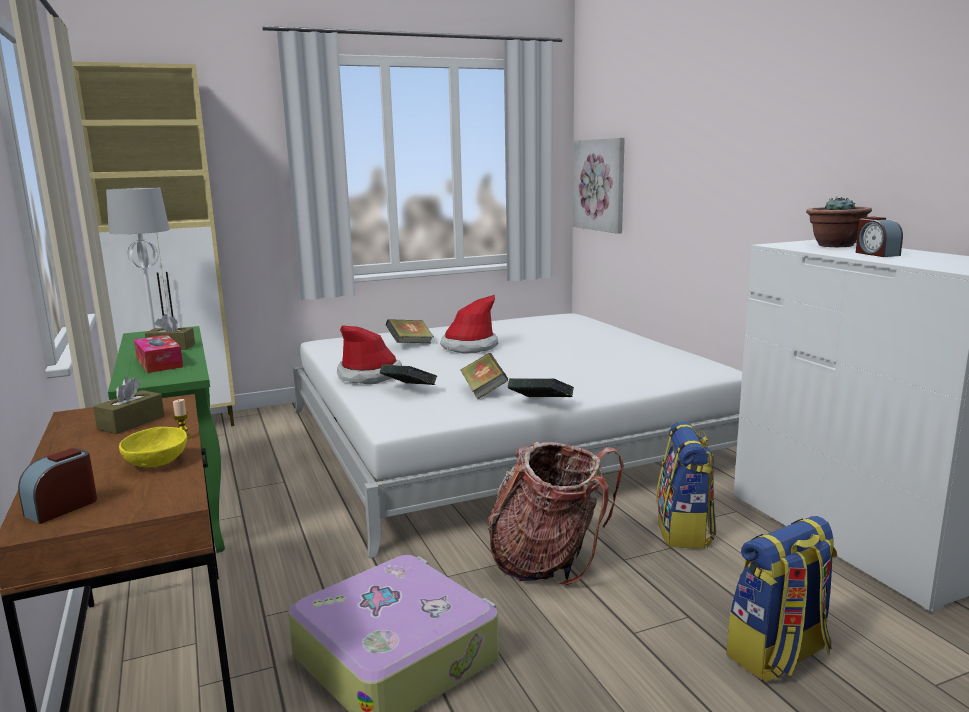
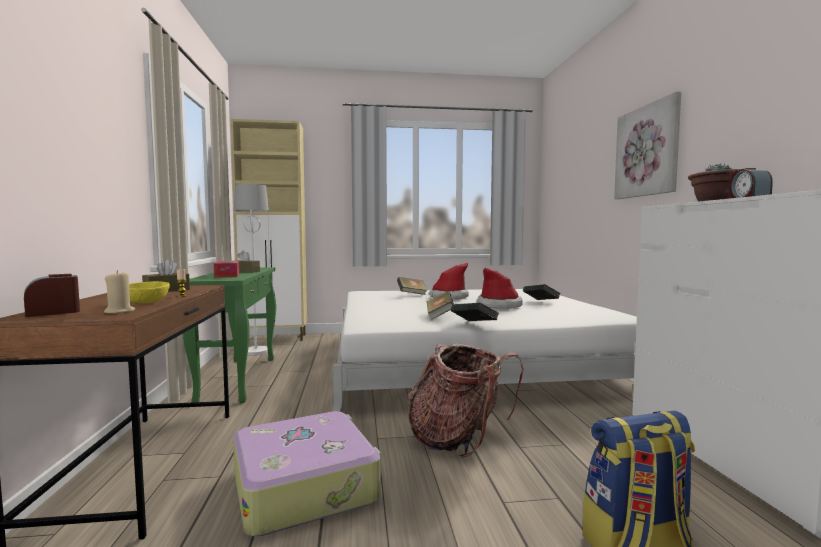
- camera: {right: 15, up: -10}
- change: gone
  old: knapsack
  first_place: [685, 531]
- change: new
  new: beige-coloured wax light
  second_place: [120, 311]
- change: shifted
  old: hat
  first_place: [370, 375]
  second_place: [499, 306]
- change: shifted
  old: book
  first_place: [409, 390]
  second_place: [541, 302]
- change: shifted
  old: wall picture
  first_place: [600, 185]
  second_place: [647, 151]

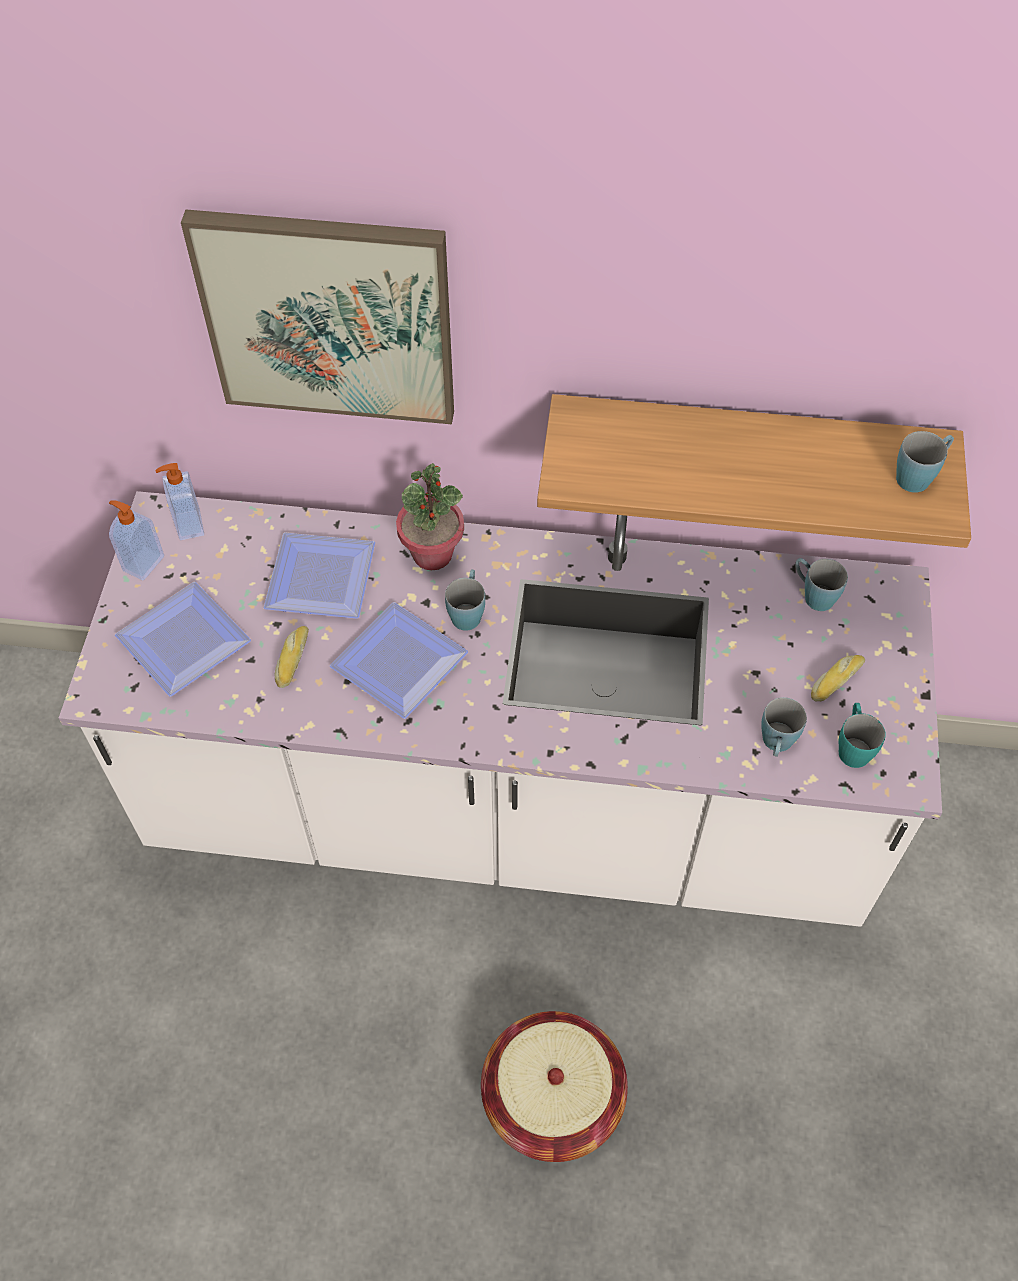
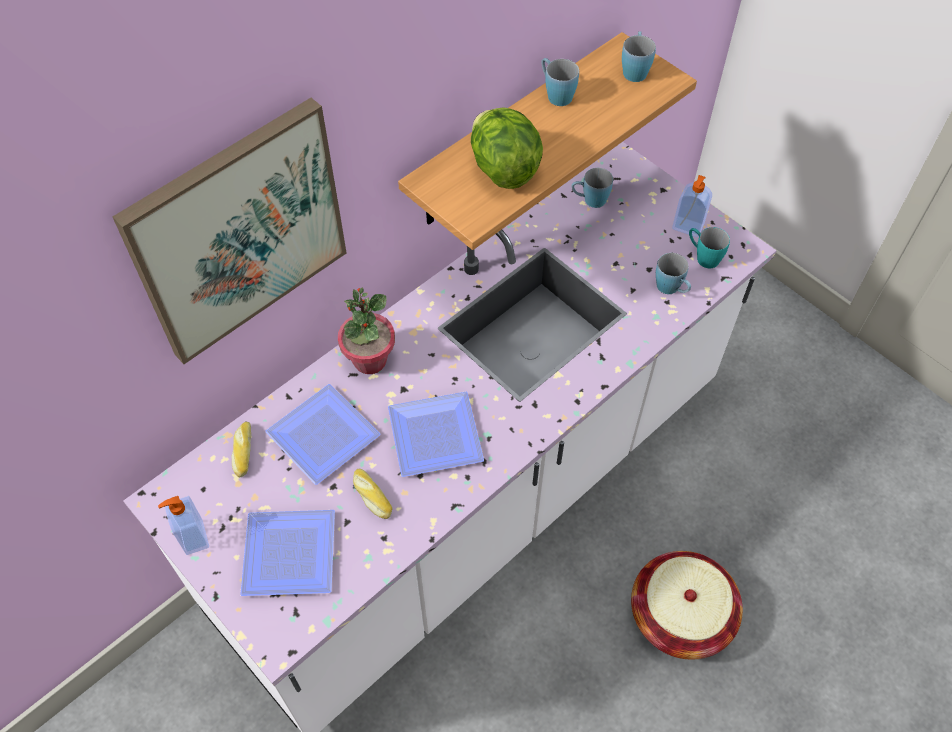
- camera: {right: -50, up: 0}
- change: new
  new: head of lettuce
  second_place: [503, 168]
- change: shifted
  old: liquid soap bottle
  first_place: [188, 525]
  second_place: [687, 227]
- change: shifted
  old: bluish tea mug
  first_place: [467, 611]
  second_place: [555, 94]
- change: shifted
  old: baked bread
  first_place: [835, 680]
  second_place: [242, 451]

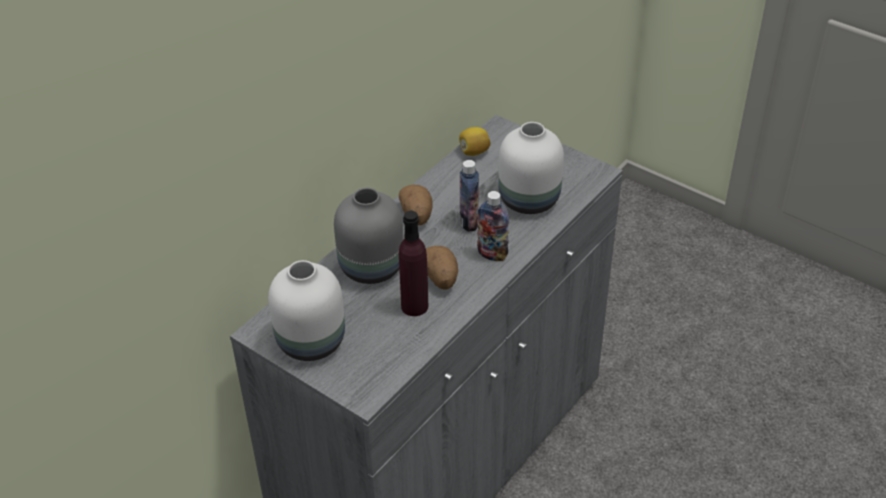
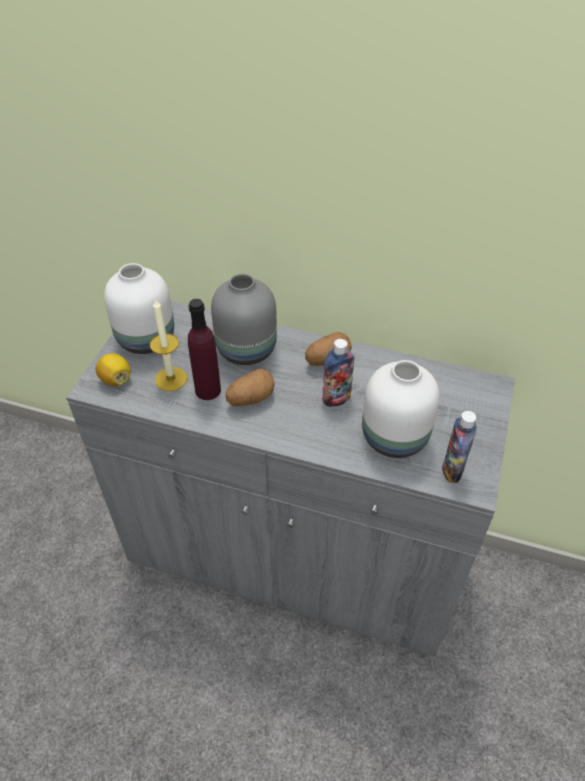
- camera: {right: 70, up: 5}
- change: new
  new: wax light
  second_place: [171, 379]
- change: shifted
  old: citrus fruit
  first_place: [474, 152]
  second_place: [116, 379]
- change: shifted
  old: bottle
  first_place: [492, 254]
  second_place: [452, 470]

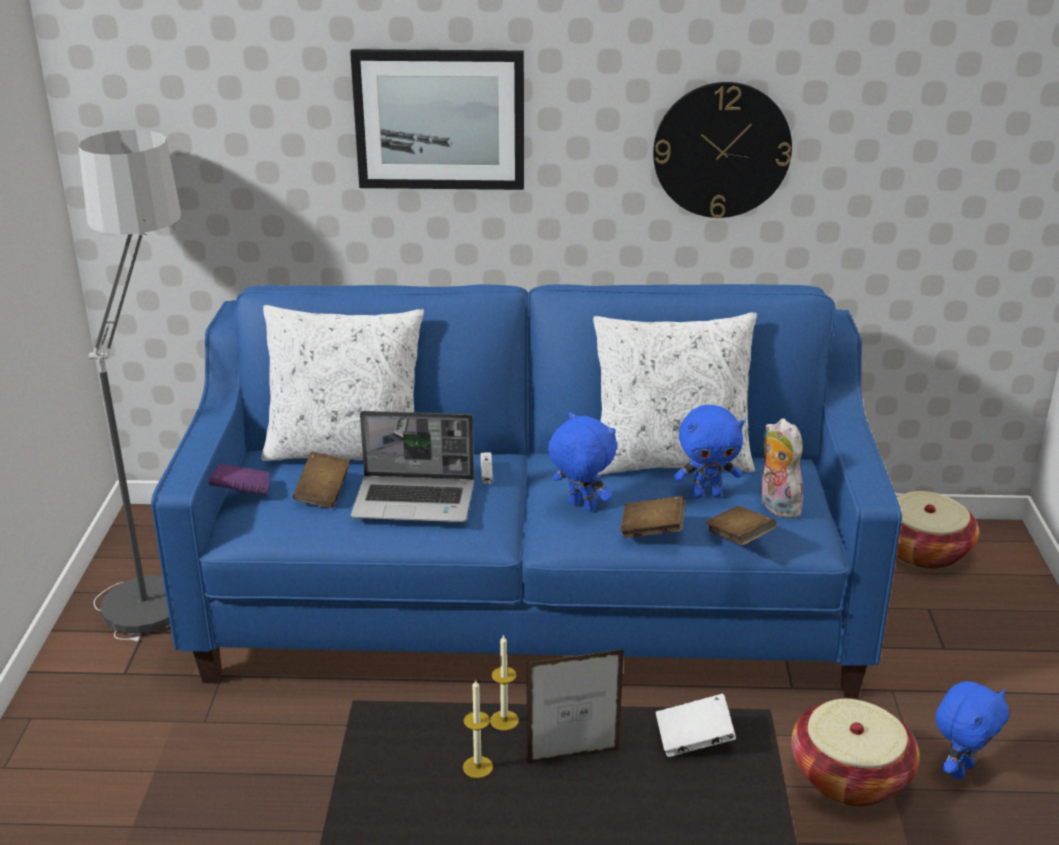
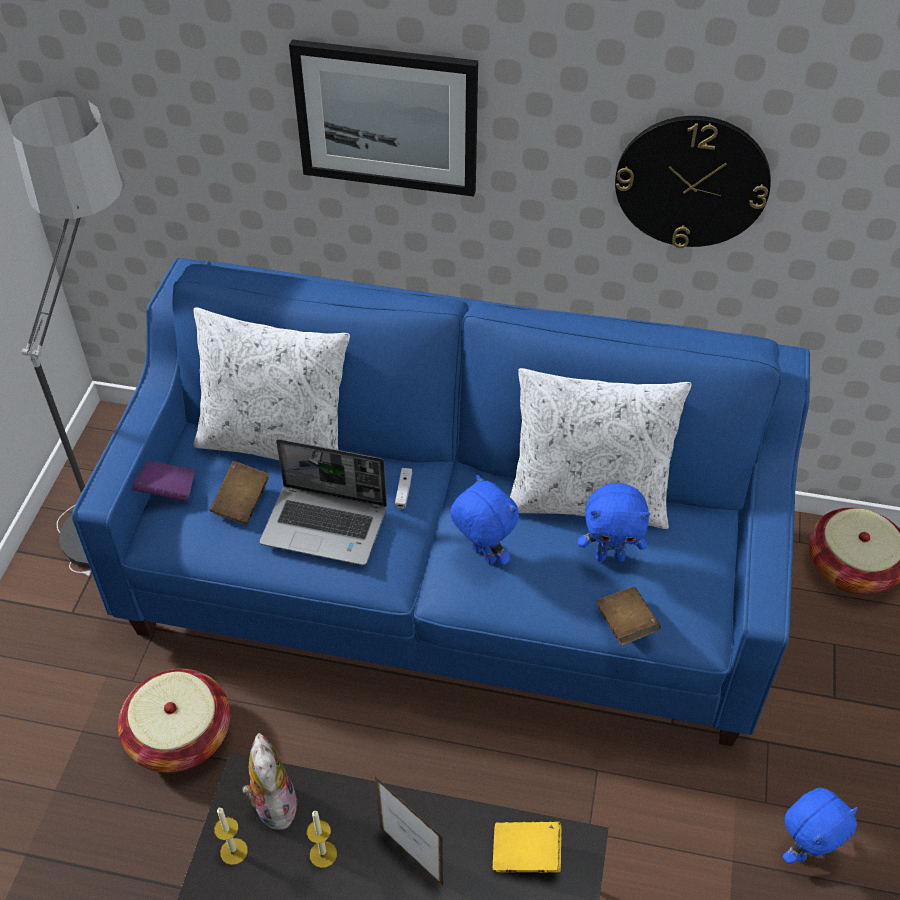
- camera: {right: 10, up: 20}
- change: gone
  old: brown book
  first_place: [652, 531]
- change: shifted
  old: wax light
  first_place: [504, 720]
  second_place: [234, 851]
- change: shifted
  old: plush toy
  first_place: [775, 506]
  second_place: [272, 804]
- change: shifted
  old: household basket
  first_place: [850, 777]
  second_place: [180, 735]
- change: repainted
  old: white-coloured book
  new: yellow book
  first_place: [694, 740]
  second_place: [526, 854]
- change: rotated
  old: photo frame
  first_place: [573, 757]
  second_place: [411, 856]
  degrees: 45

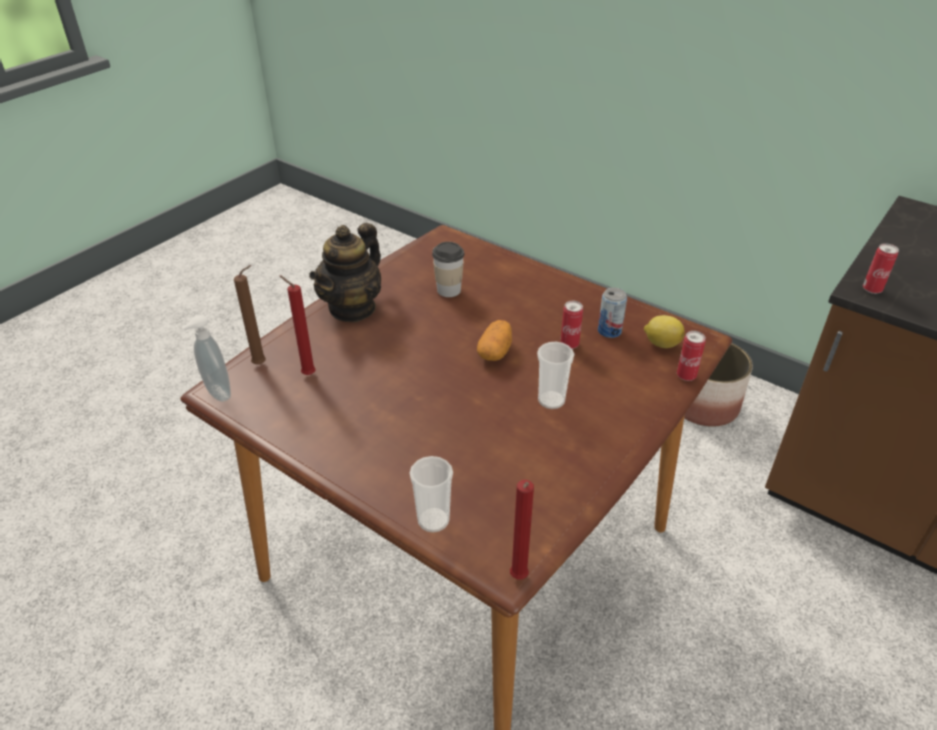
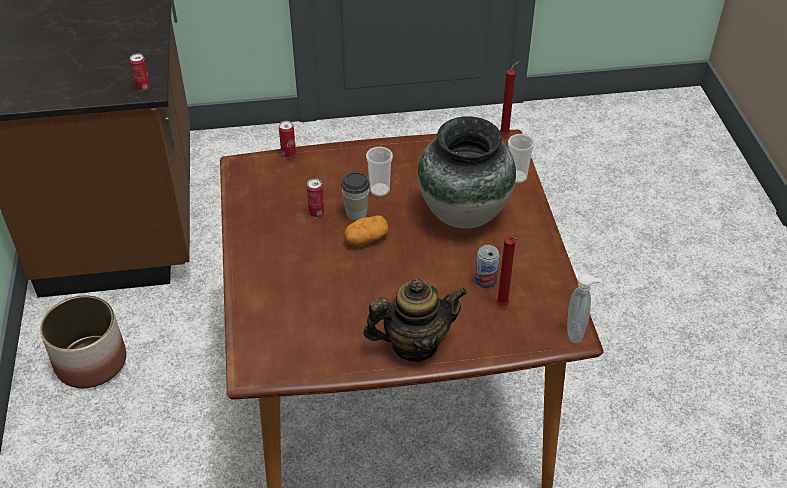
- camera: {right: -135, up: 5}
- change: gone
  old: brown wax light
  first_place: [262, 364]
- change: gone
  old: citrus fruit
  first_place: [661, 343]
- change: new
  new: decorative vase
  second_place: [463, 214]
- change: shifted
  old: small cup
  first_place: [449, 290]
  second_place: [356, 213]
- change: shifted
  old: can
  first_place: [609, 331]
  second_place: [485, 280]

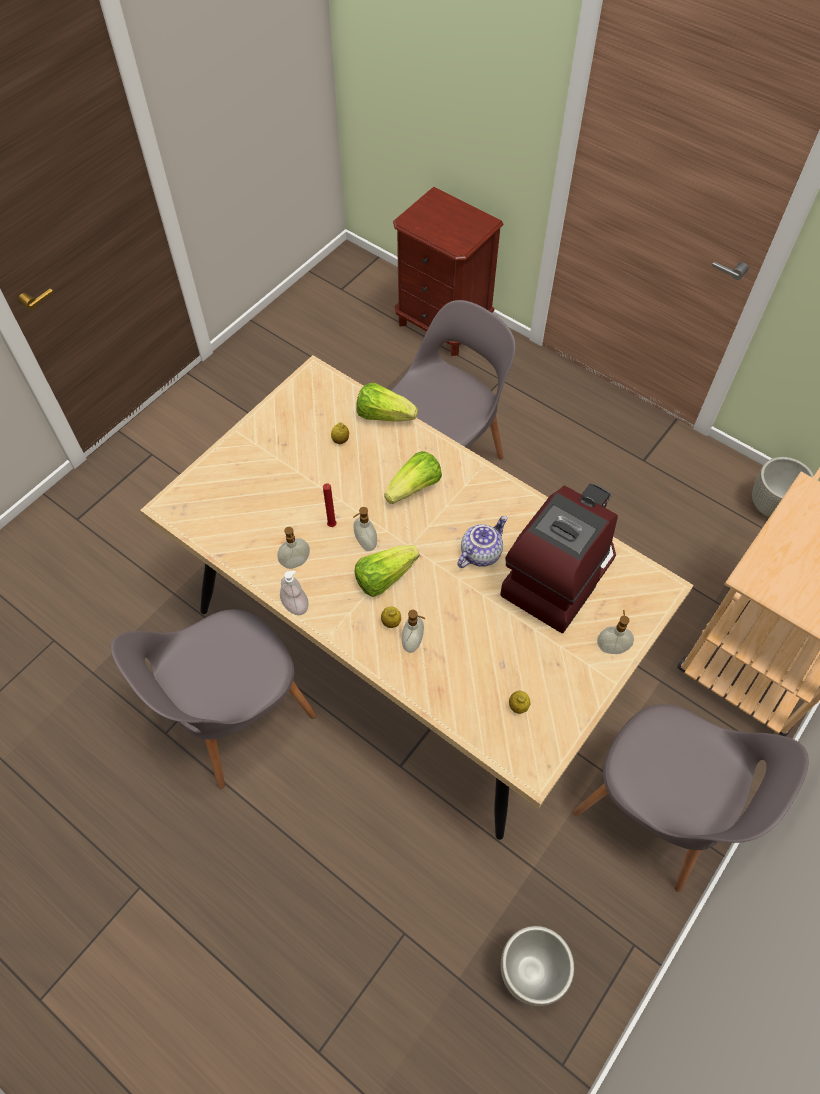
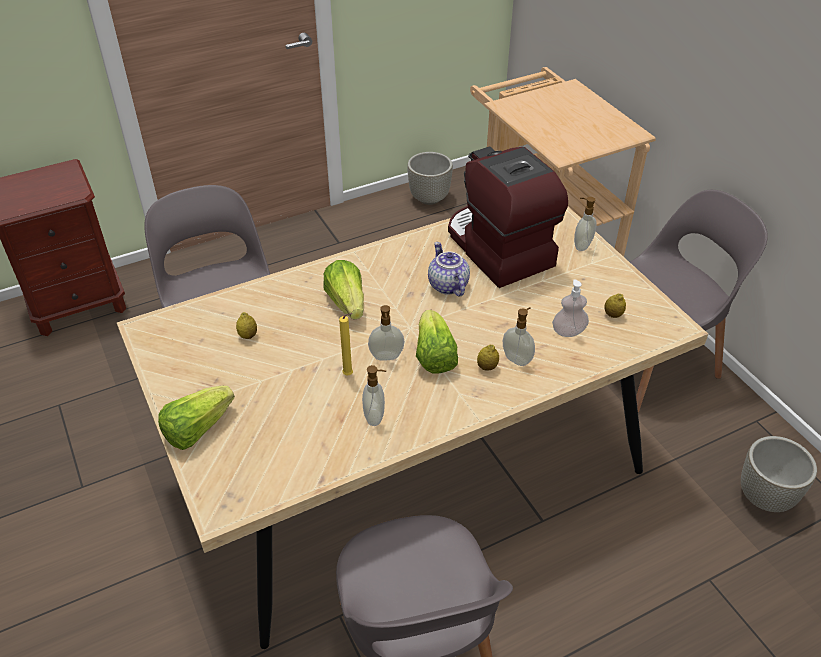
- camera: {right: -65, up: -15}
- change: shifted
  old: liquid soap bottle
  first_place: [295, 605]
  second_place: [568, 331]
- change: shifted
  old: head of lettuce
  first_place: [384, 415]
  second_place: [197, 429]
- change: repainted
  old: red wax light
  new: yellow wax light
  first_place: [332, 526]
  second_place: [349, 375]

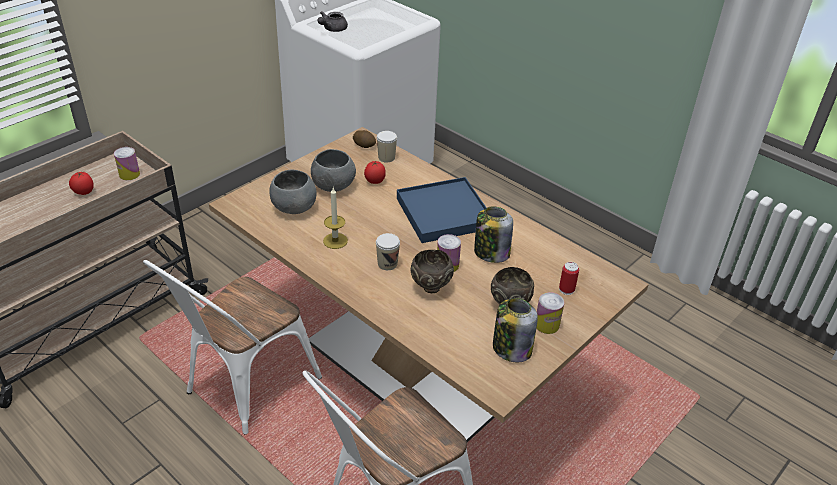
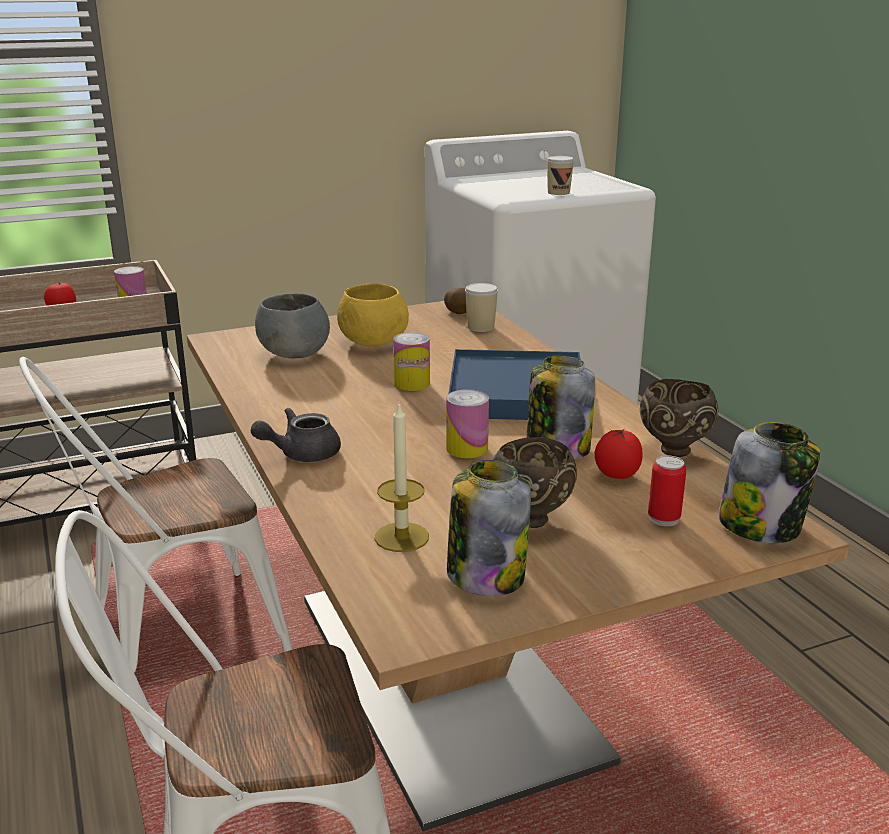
- camera: {right: 25, up: -15}
- change: new
  new: jar
  second_place: [761, 526]
- change: shifted
  old: grey pot for tea
  first_place: [332, 29]
  second_place: [301, 454]
- change: shifted
  old: wax light
  first_place: [335, 241]
  second_place: [401, 537]
- change: shifted
  old: fresh tomato
  first_place: [374, 181]
  second_place: [616, 475]
- change: shifted
  old: small cup
  first_place: [387, 264]
  second_place: [558, 192]
- change: shifted
  old: brown deep dish
  first_place: [430, 288]
  second_place: [673, 451]
- change: shifted
  old: can
  first_place: [547, 325]
  second_place: [412, 383]
- change: repainted
  old: grey deep dish
  new: yellow deep dish
  first_place: [333, 186]
  second_place: [373, 342]

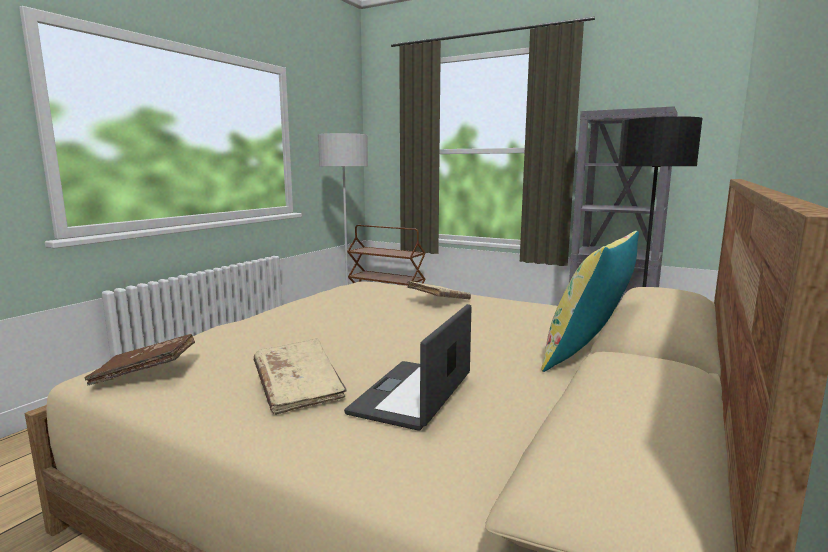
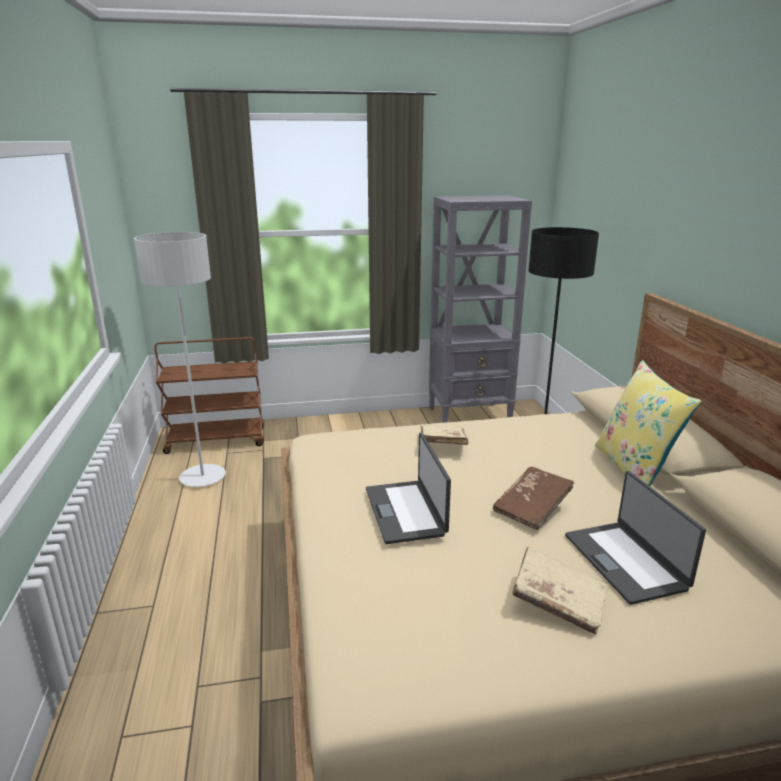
- camera: {right: -40, up: 10}
- change: new
  new: notebook computer
  second_place: [406, 511]
- change: shifted
  old: brown book
  first_place: [146, 373]
  second_place: [532, 508]

